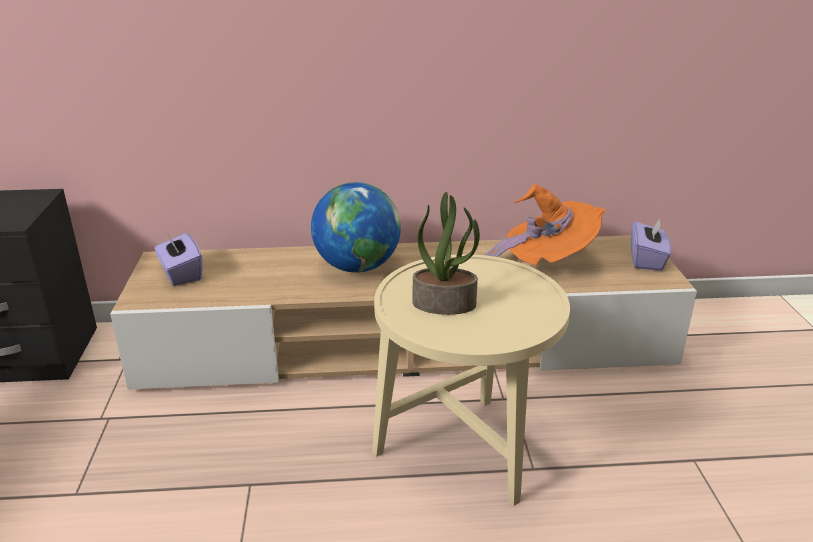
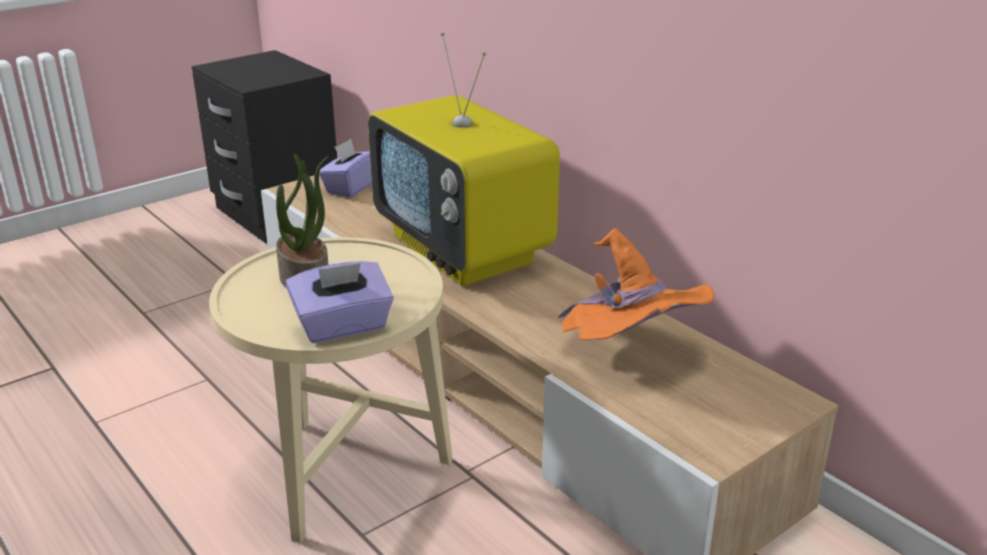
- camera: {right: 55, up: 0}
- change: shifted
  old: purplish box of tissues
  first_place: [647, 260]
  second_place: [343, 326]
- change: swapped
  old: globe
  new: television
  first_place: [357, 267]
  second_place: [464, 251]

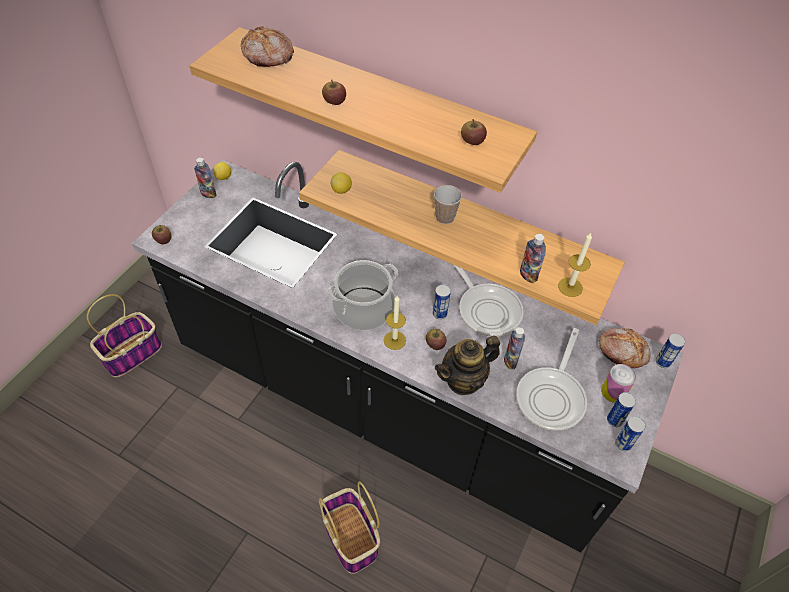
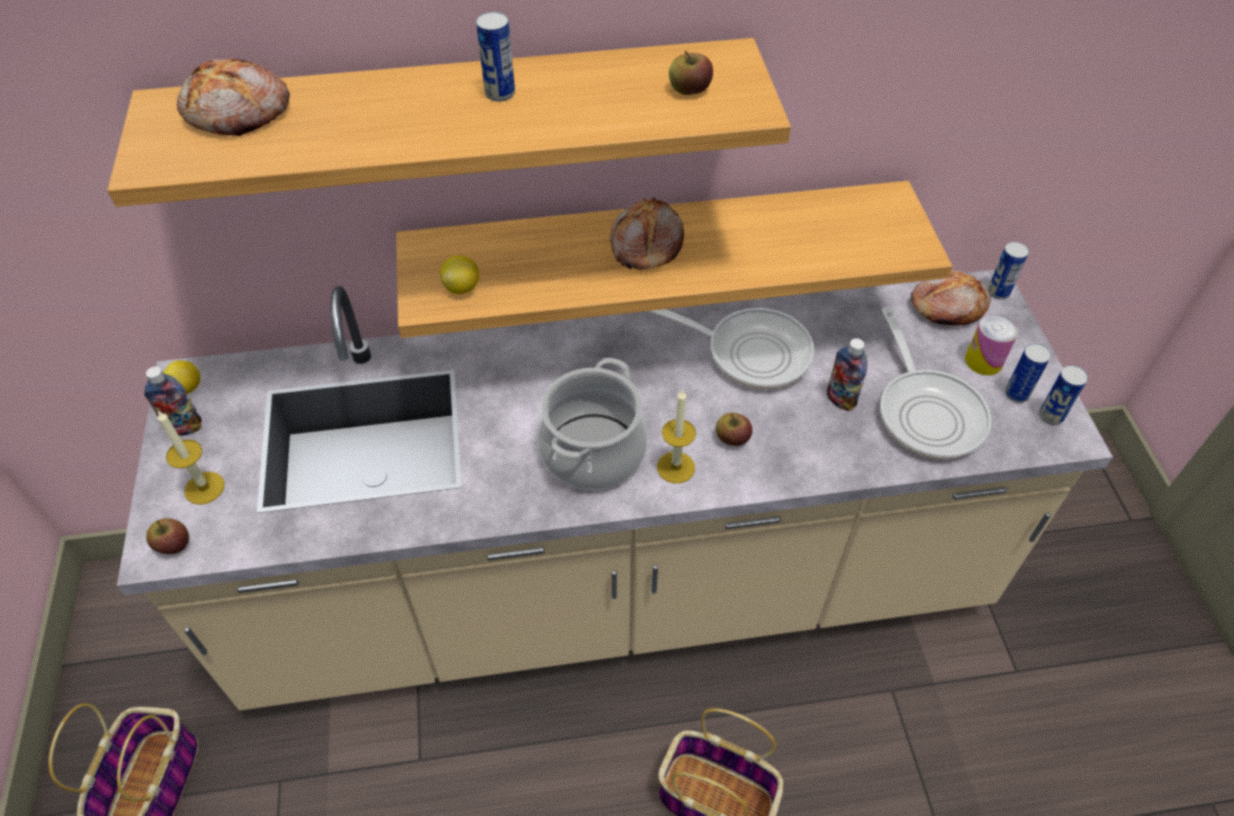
- camera: {right: -35, up: 0}
- change: gone
  old: apple
  first_place: [334, 101]
- change: gone
  old: pot for tea
  first_place: [464, 380]
- change: gone
  old: bottle
  first_place: [528, 275]
- change: shifted
  old: can
  first_place: [439, 314]
  second_place: [500, 93]
- change: shifted
  old: wax light
  first_place: [570, 287]
  second_place: [204, 488]
- change: swapped
  old: small cup
  new: baked bread
  first_place: [445, 217]
  second_place: [645, 245]
- change: repainted
  old: black kitchen counter
  new: beige-coloured kitchen counter
  first_place: [389, 406]
  second_place: [617, 589]

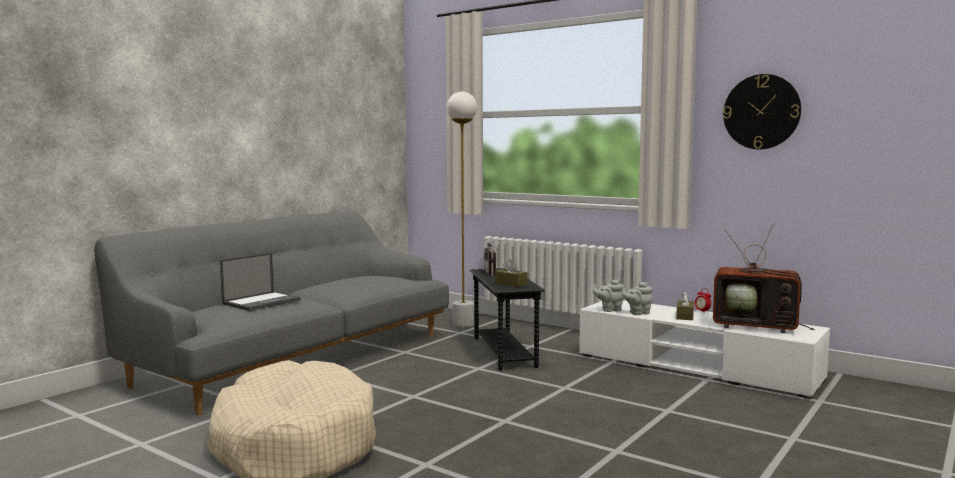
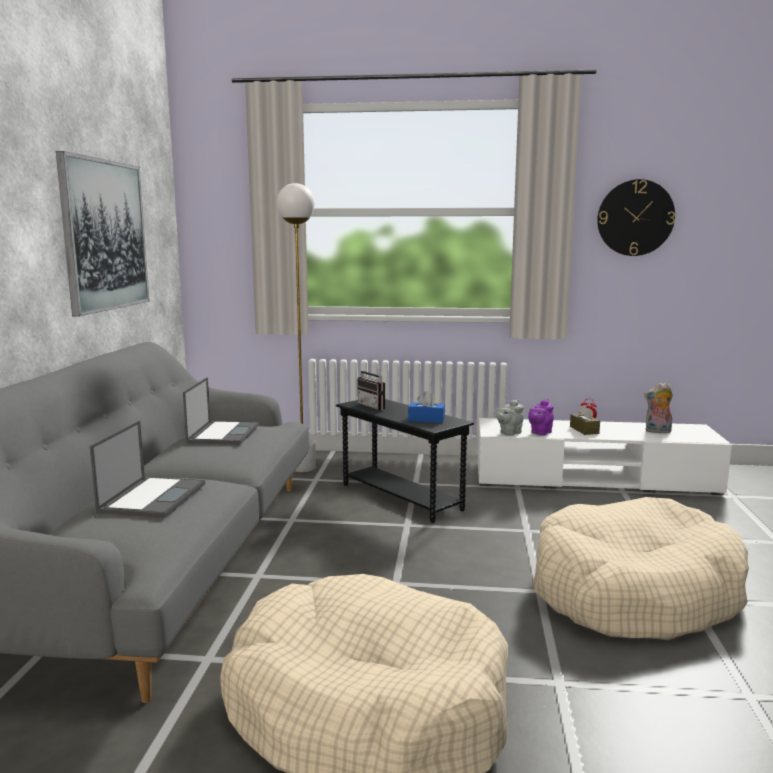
- camera: {right: -30, up: 5}
- change: new
  new: wall picture
  second_place: [105, 235]
- change: new
  new: notebook computer
  second_place: [223, 433]
- change: new
  new: beige-coloured dog cushion
  second_place: [633, 592]
- change: swapped
  old: television
  new: plush toy
  first_place: [758, 326]
  second_place: [657, 431]
- change: repainted
  old: brown box of tissues
  new: bluish box of tissues
  first_place: [511, 284]
  second_place: [426, 419]
- change: repainted
  old: grey pot for tea
  new: purplish pot for tea
  first_place: [638, 313]
  second_place: [540, 433]

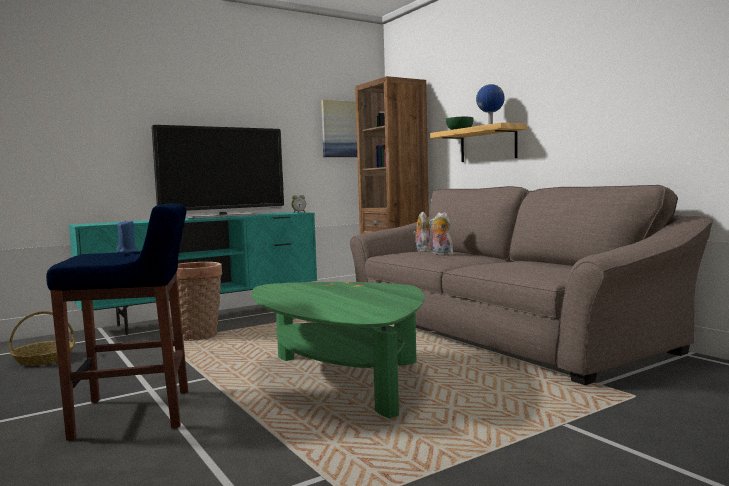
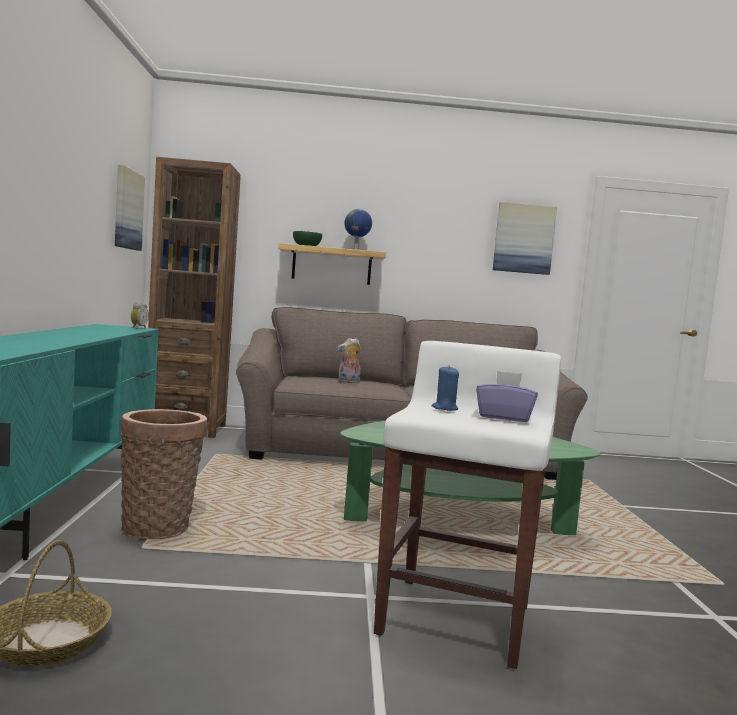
- camera: {right: -60, up: 0}
- change: gone
  old: television
  first_place: [223, 216]
- change: gone
  old: plush toy
  first_place: [422, 251]
- change: new
  new: purplish box of tissues
  second_place: [504, 417]
- change: new
  new: wall picture
  second_place: [523, 238]
- change: repainted
  old: bluish stool seat
  new: white-coloured stool seat
  first_place: [136, 414]
  second_place: [456, 618]

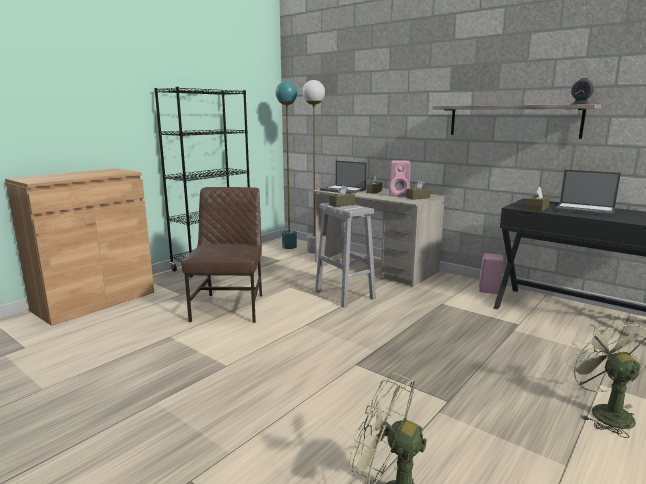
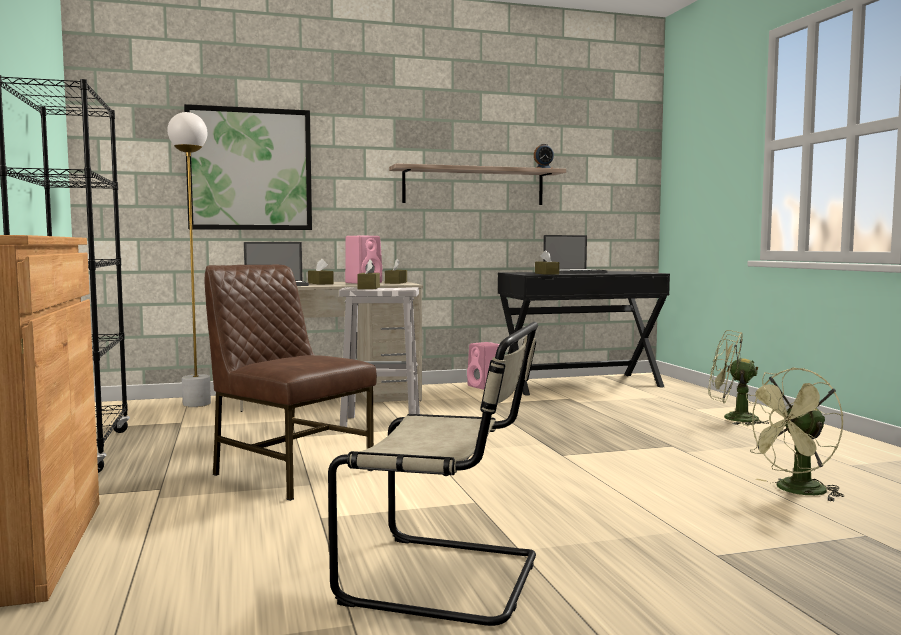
- camera: {right: -55, up: -10}
- change: gone
  old: turquoise-coloured standard lamp
  first_place: [289, 247]
- change: new
  new: wall picture
  second_place: [249, 169]
- change: new
  new: beige-coloured plain chair
  second_place: [449, 579]

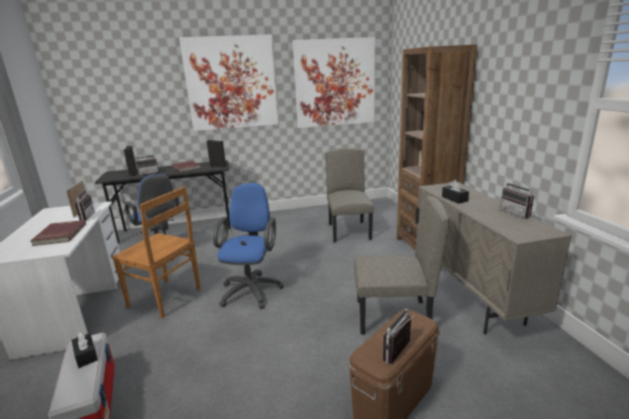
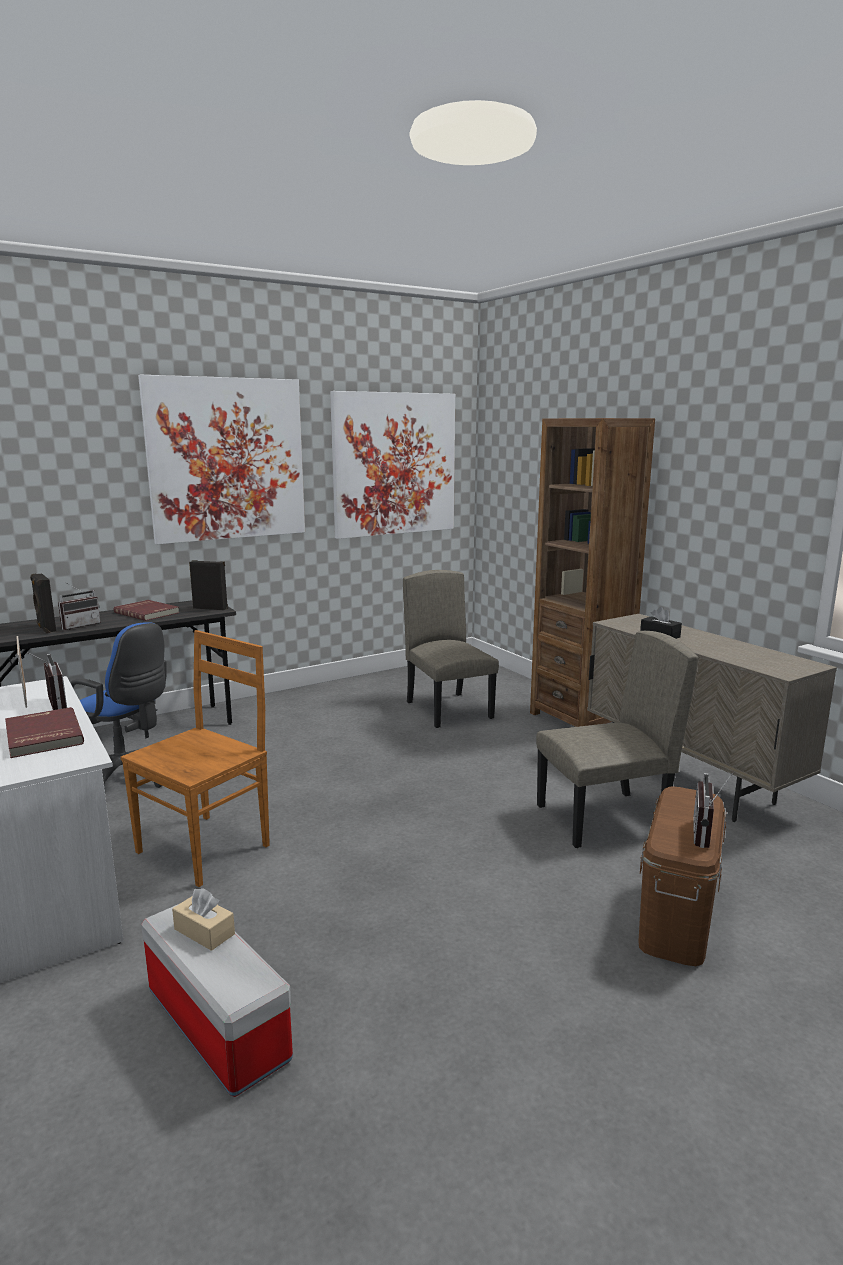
- camera: {right: -20, up: -5}
- change: gone
  old: bluish desk chair
  first_place: [252, 289]
- change: gone
  old: radio
  first_place: [517, 213]
- change: repainted
  old: black box of tissues
  new: beige-coloured box of tissues
  first_place: [86, 355]
  second_place: [204, 932]
- change: rotated
  old: brown plain chair
  first_place: [166, 298]
  second_place: [206, 847]
  degrees: -60

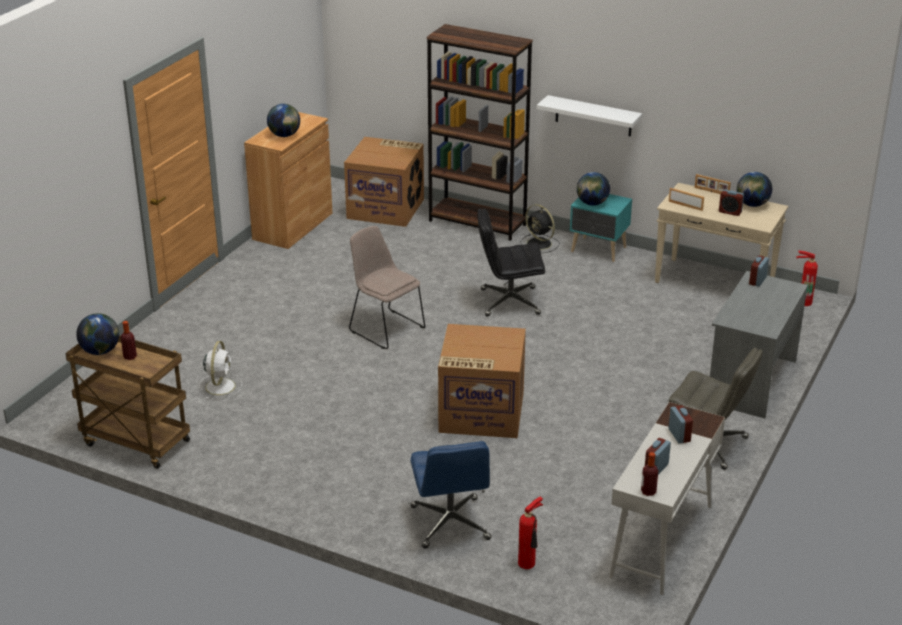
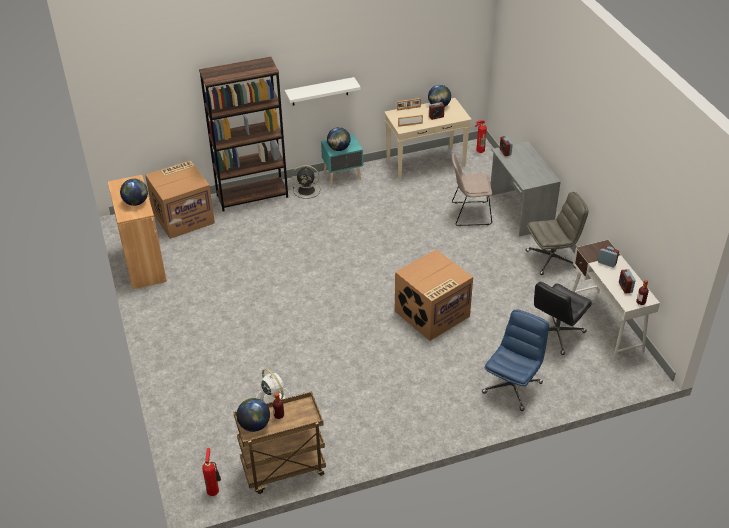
- camera: {right: -45, up: 10}
- change: shifted
  old: beige-coloured plain chair
  first_place: [385, 328]
  second_place: [469, 213]
- change: shifted
  old: black desk chair
  first_place: [509, 302]
  second_place: [556, 334]
- change: shifted
  old: fire extinguisher
  first_place: [528, 563]
  second_place: [214, 490]
- change: rotated
  old: bluish desk chair
  first_place: [450, 524]
  second_place: [512, 387]
  degrees: -90

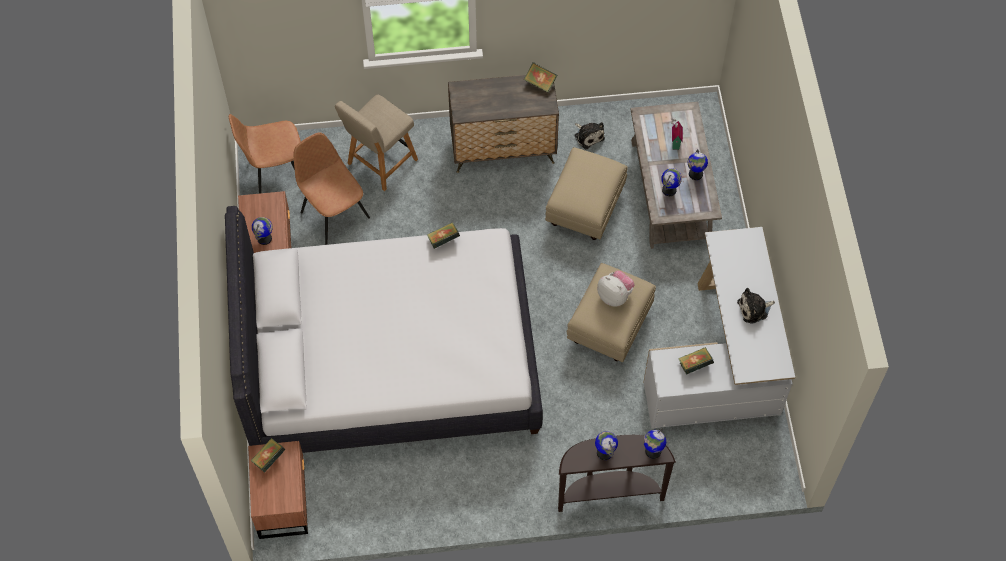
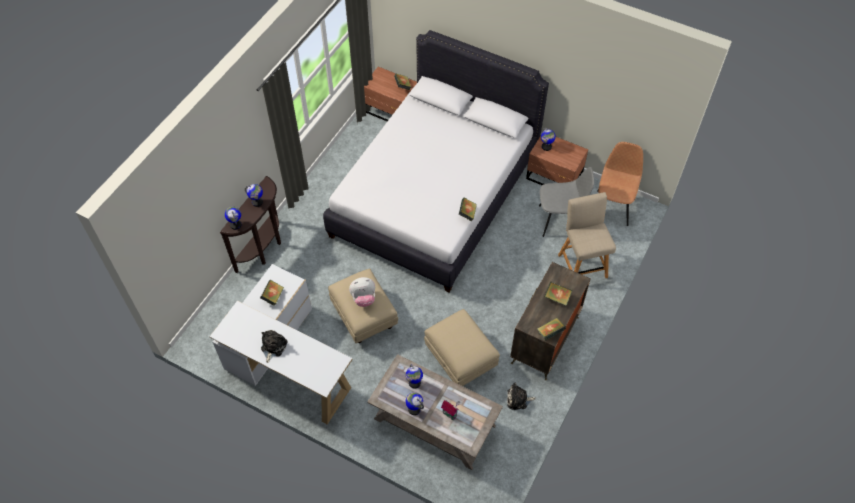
- camera: {right: 125, up: -5}
- change: new
  new: book
  second_place: [557, 297]
- change: repainted
  old: brown plain chair
  new: grey plain chair
  first_place: [334, 213]
  second_place: [559, 220]

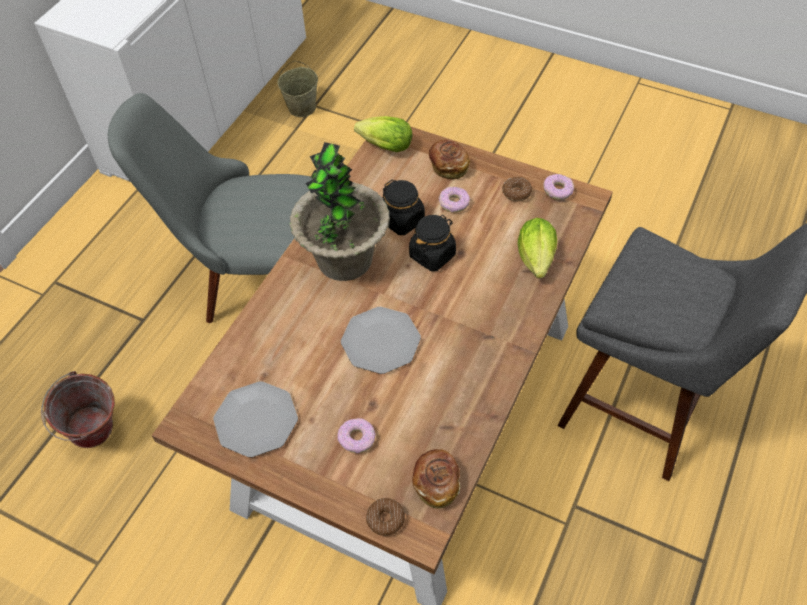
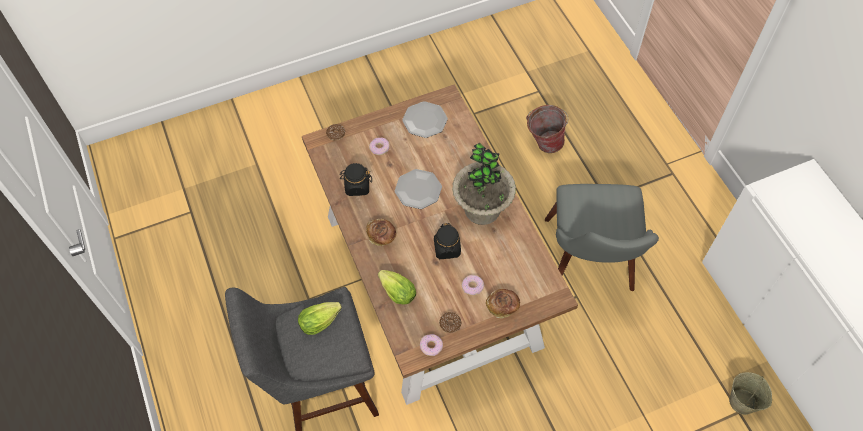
- camera: {right: 130, up: 5}
- change: shifted
  old: head of lettuce
  first_place: [383, 146]
  second_place: [322, 321]
- change: shifted
  old: black jar
  first_place: [402, 220]
  second_place: [357, 186]
- change: shifted
  old: baked bread
  first_place: [436, 484]
  second_place: [382, 236]
- change: rotated
  old: grey plain chair
  first_place: [252, 279]
  second_place: [591, 266]
  degrees: 135

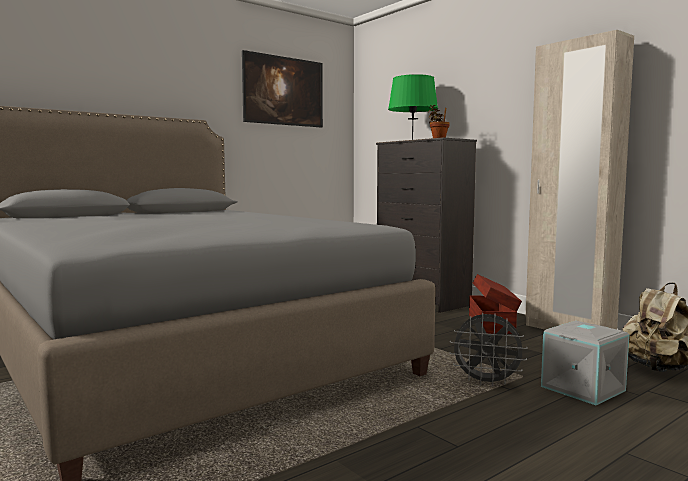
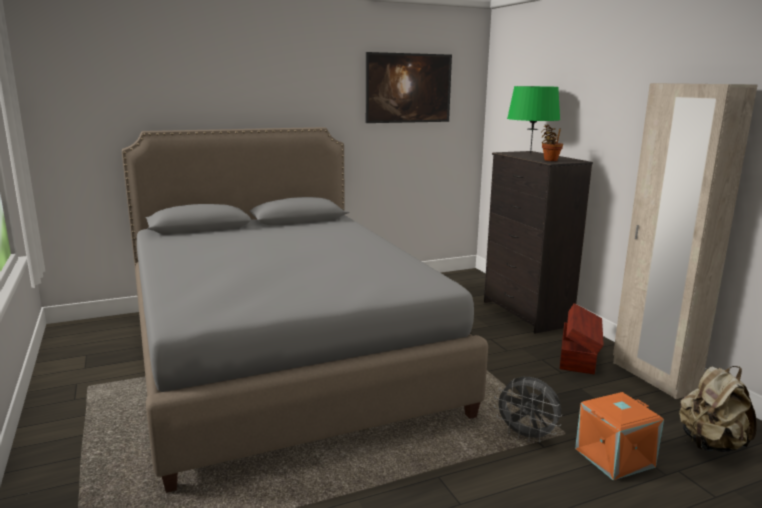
- camera: {right: 15, up: 10}
- change: repainted
  old: grey storage container
  new: orange-coloured storage container
  first_place: [584, 389]
  second_place: [615, 458]

